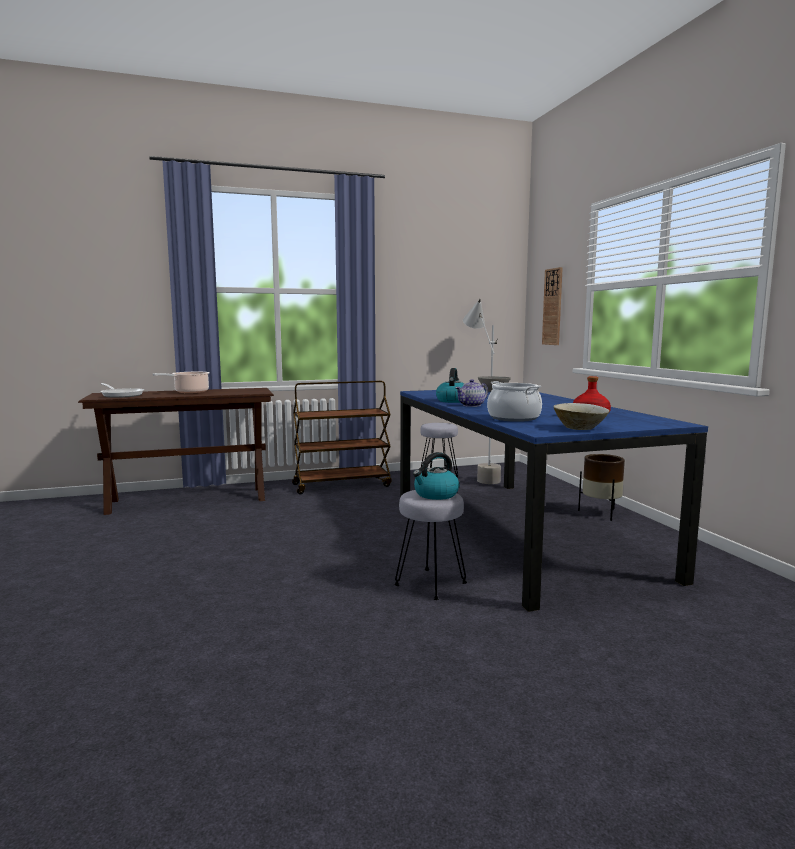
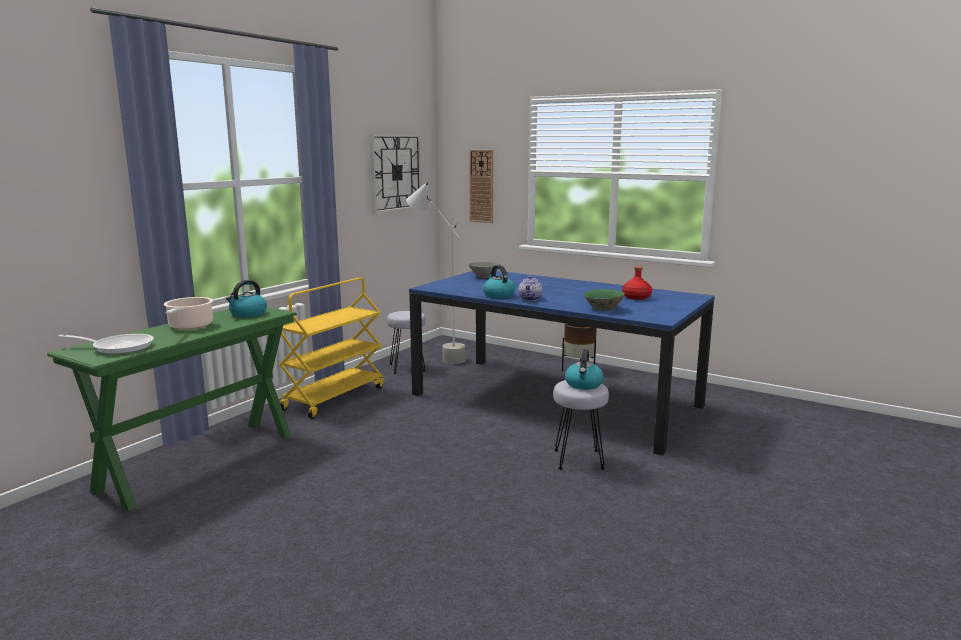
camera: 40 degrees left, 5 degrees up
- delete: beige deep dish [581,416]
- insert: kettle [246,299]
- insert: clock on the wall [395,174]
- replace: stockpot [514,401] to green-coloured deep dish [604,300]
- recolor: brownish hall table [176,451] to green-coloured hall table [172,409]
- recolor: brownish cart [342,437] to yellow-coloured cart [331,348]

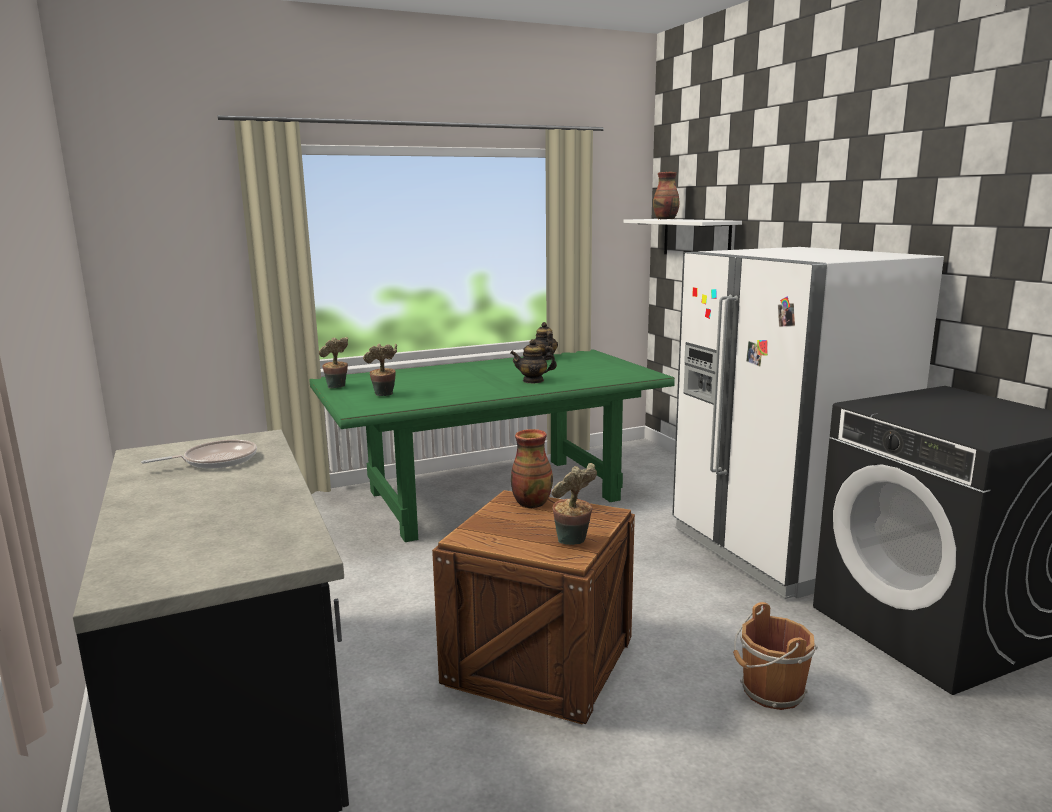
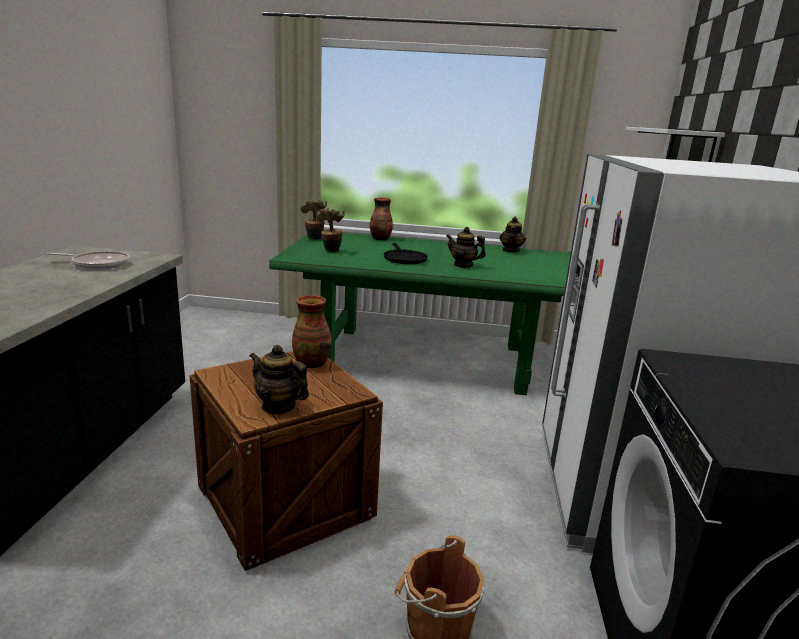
camera: 30 degrees right, 5 degrees up
- insert: black frying pan [406,253]
- move: vase [666,195] to [381,219]
- replace: houseplant [574,504] to tea pot [279,380]

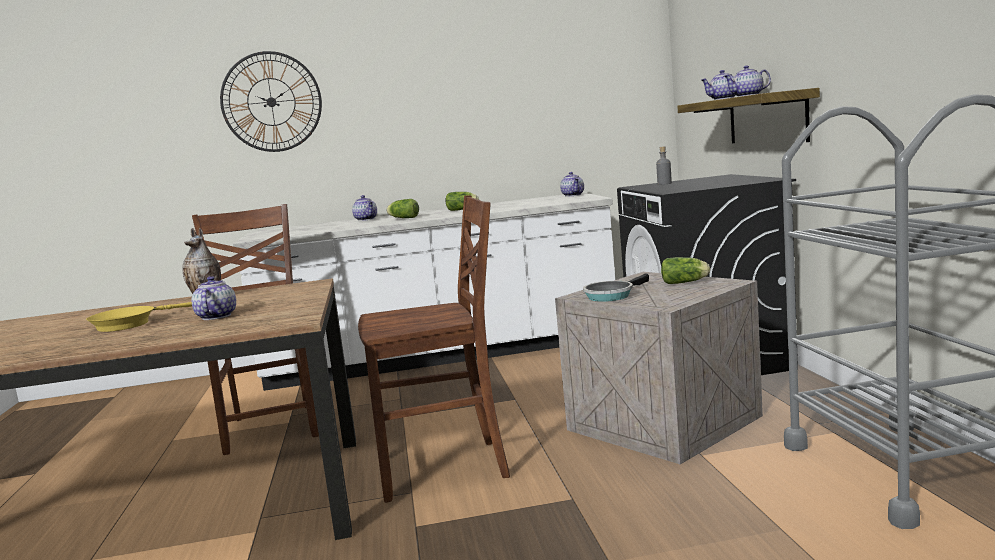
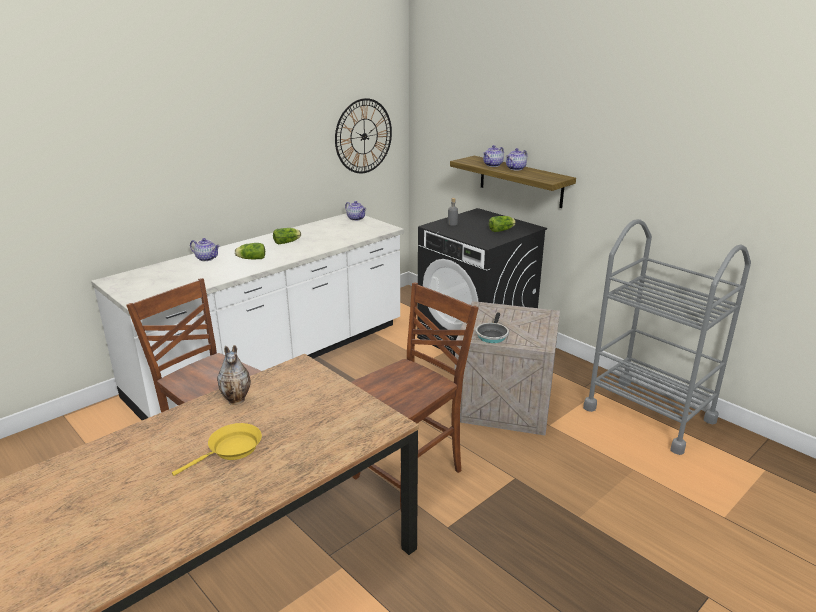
camera: 35 degrees left, 15 degrees up
- delete: tea pot [213,298]
- move: clock on the wall [271,101] to [363,135]
- move: lettuce head [685,270] to [502,224]
- rotate: yellow-coloured frying pan [139,317] = [217,449] 135 degrees counterclockwise

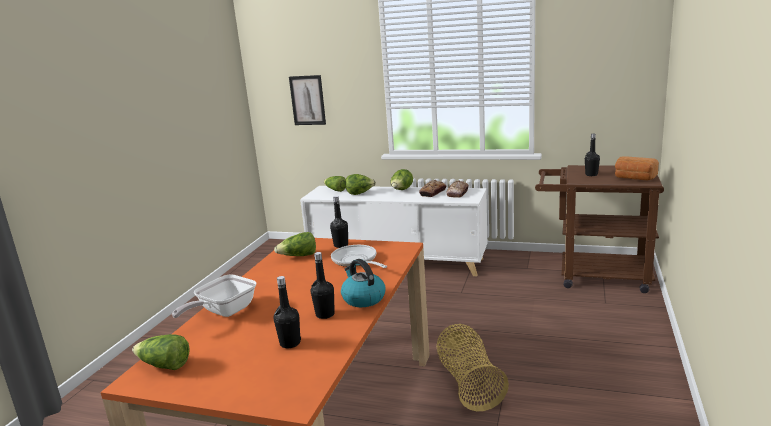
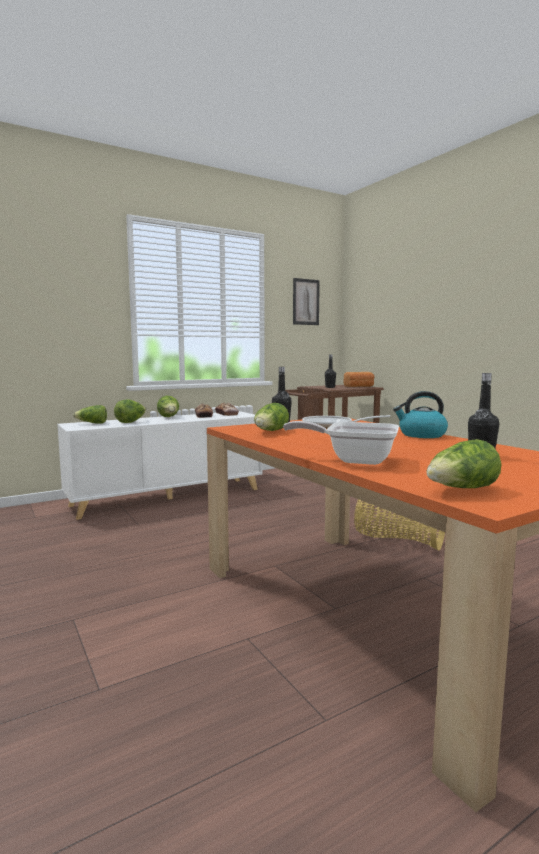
camera: 50 degrees left, 10 degrees down
- delete: black drink bottle [323,285]
- move: wall picture [307,100] to [306,301]
- rotate: frying pan [214,296] = [341,443] 120 degrees clockwise

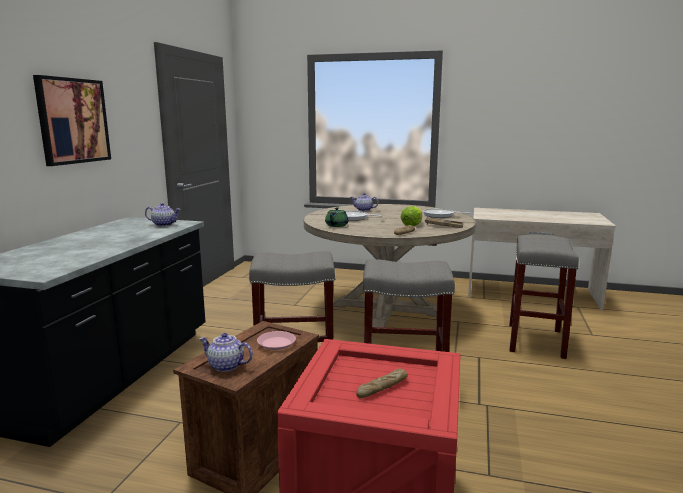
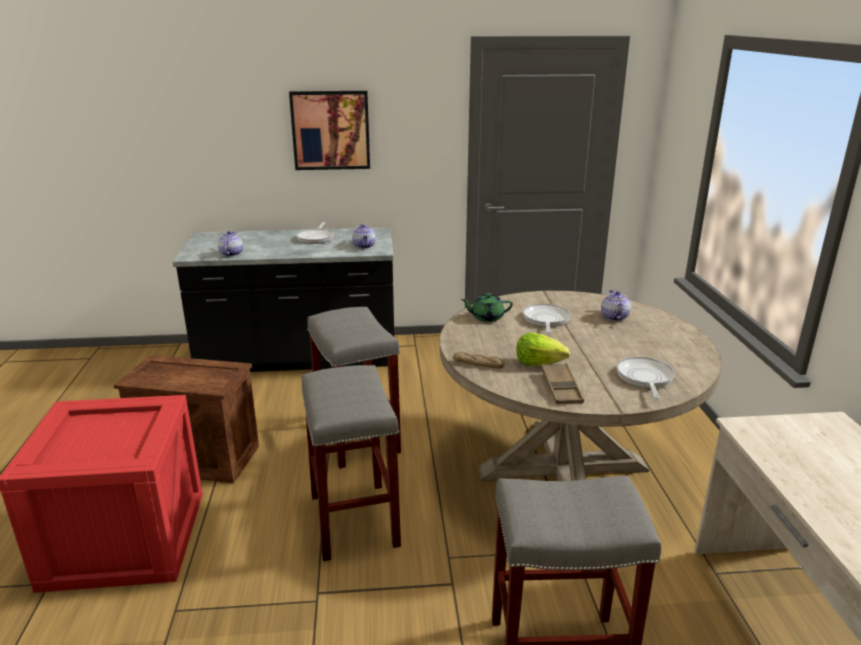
camera: 70 degrees right, 10 degrees up
- delete: pink-coloured dinner plate [276,340]
- delete: bakery bread [382,383]
- insert: frying pan [315,233]
- move: tea pot [226,352] to [230,244]

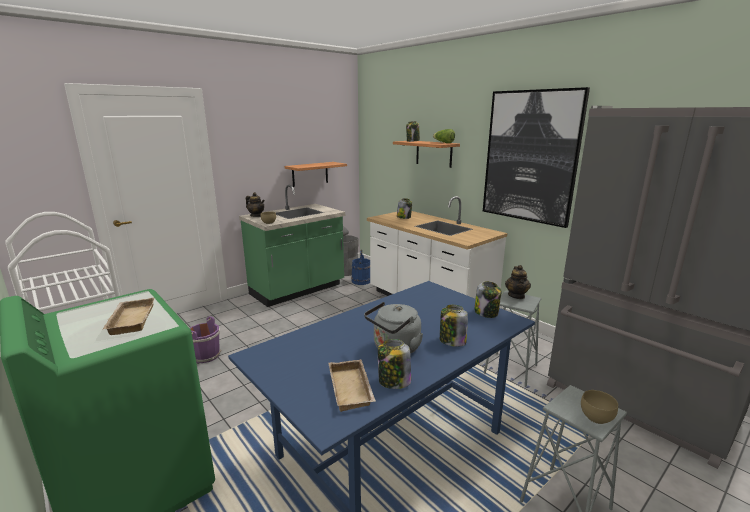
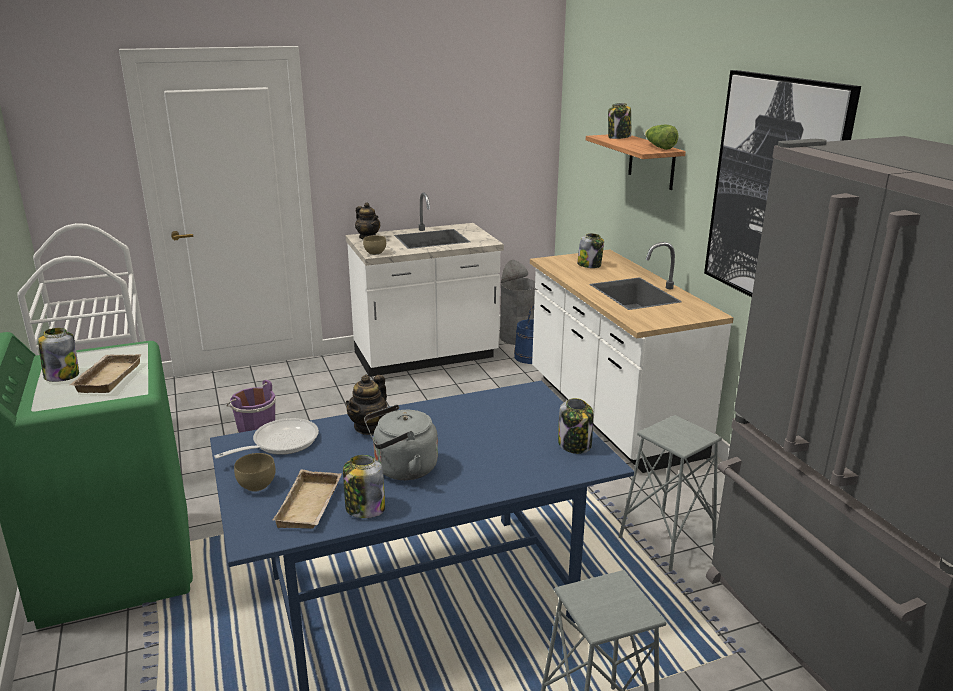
camera: 20 degrees right, 5 degrees up
- delete: bracket shelf [316,174]
- insert: frying pan [266,438]
- move: storage jar [454,326] to [58,355]
- move: tea pot [518,282] to [367,404]
- move: brownish deep dish [599,407] to [255,472]
- recolor: green-coloured kitchen base unit [292,246] to white-coloured kitchen base unit [425,284]

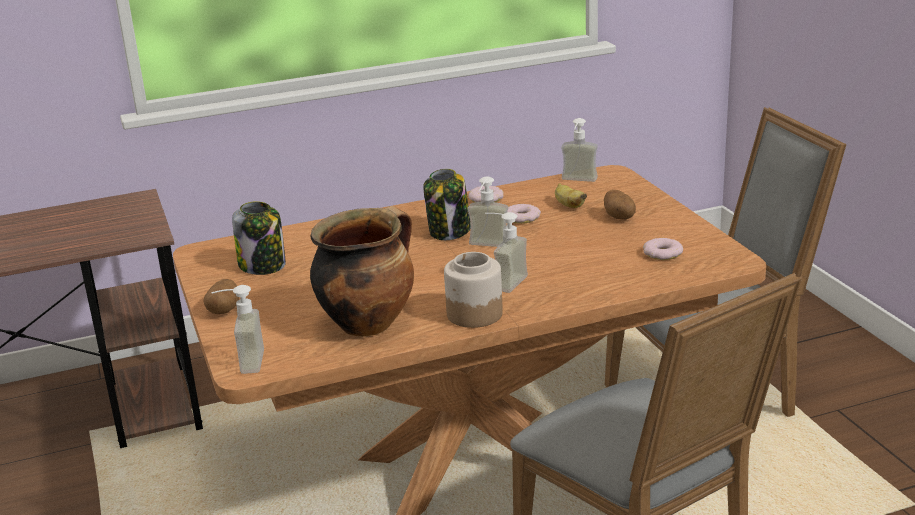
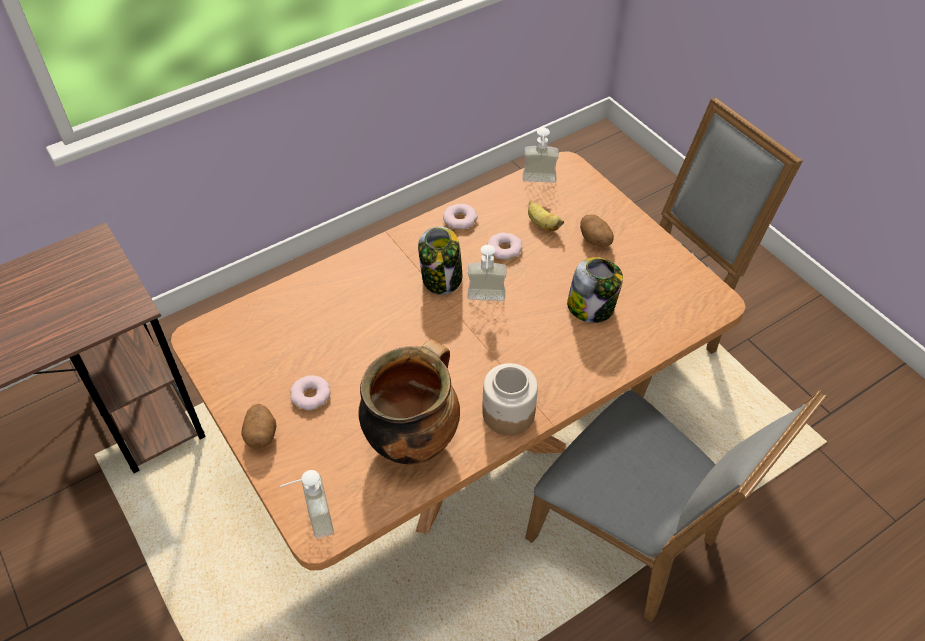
camera: 15 degrees left, 25 degrees up
- delete: liquid soap bottle [506,252]
- move: storage jar [259,238] to [595,290]
- move: donut [663,249] to [310,392]

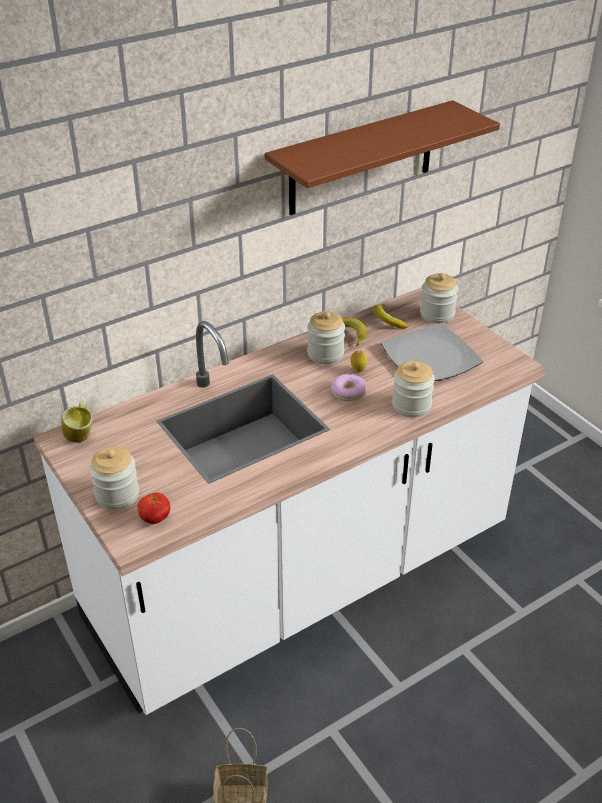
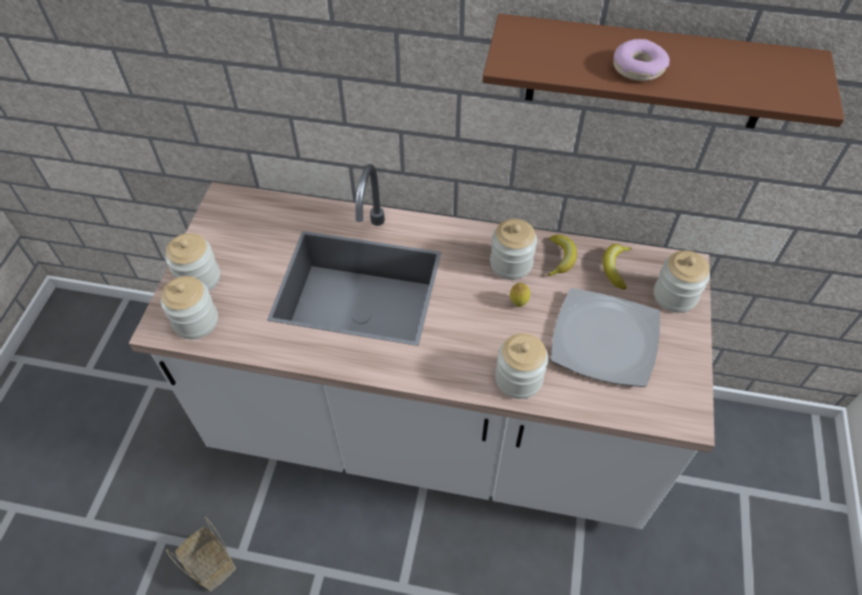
camera: 45 degrees right, 15 degrees up
- delete: coffee mug [76,421]
- move: donut [348,387] to [641,60]
- replace: whole tomato [153,508] to storage jar [189,307]

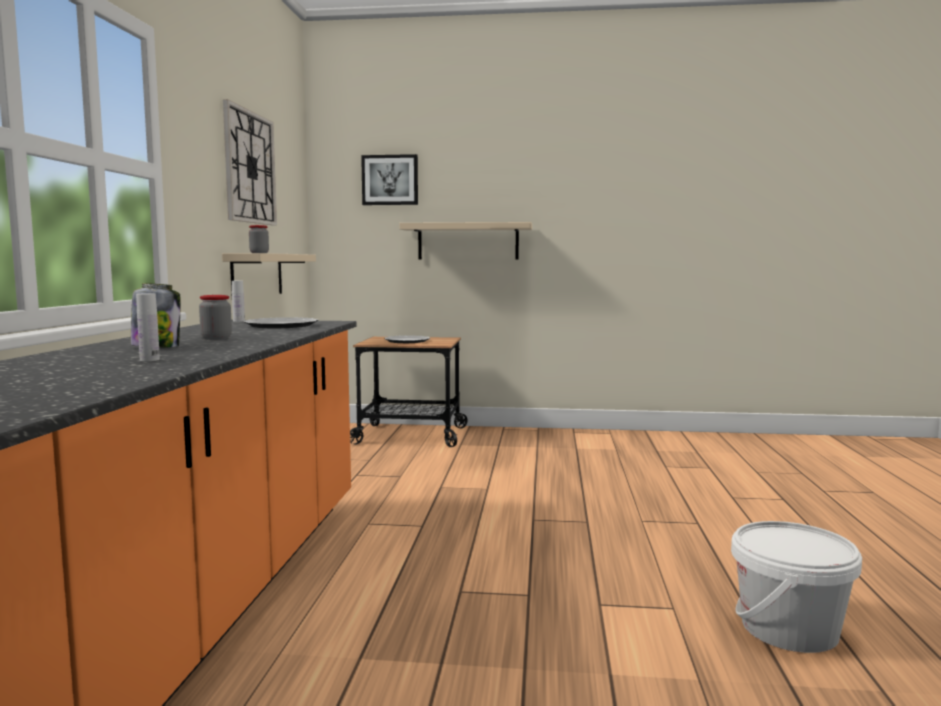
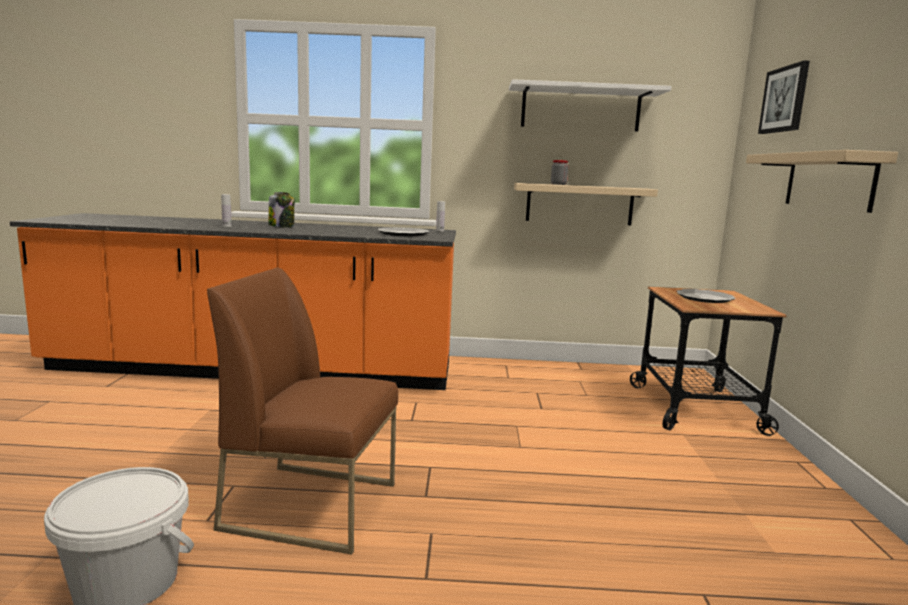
camera: 85 degrees right, 5 degrees up
- delete: storage jar [215,317]
- insert: brownish plain chair [302,411]
- replace: clock on the wall [250,162] to white-coloured bracket shelf [590,105]

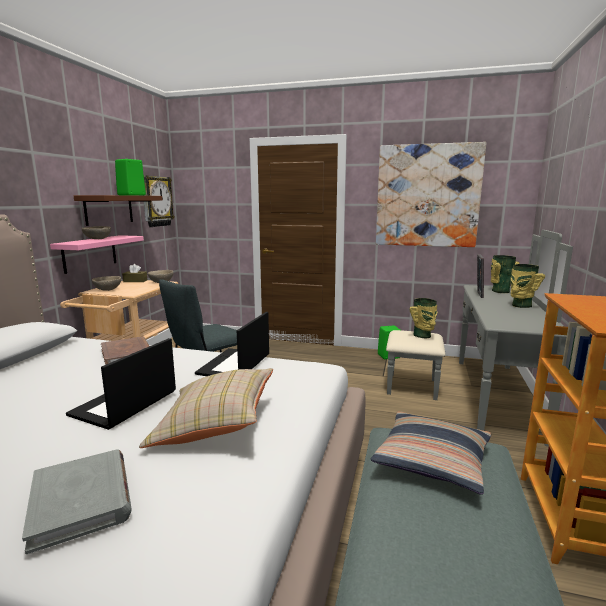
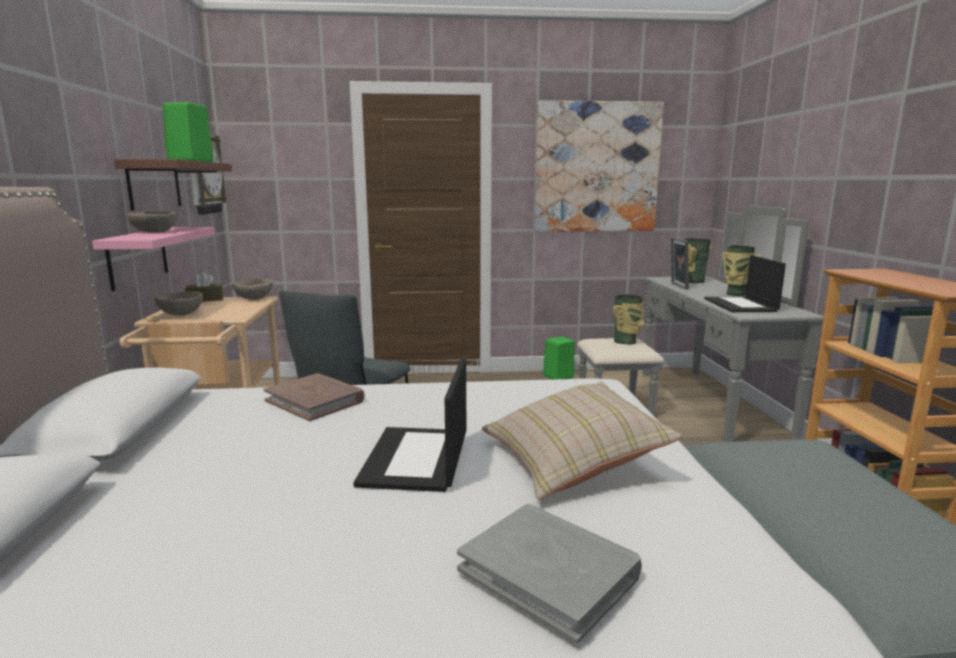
camera: 20 degrees left, 0 degrees up
- delete: cushion [431,453]
- move: laptop [232,344] to [745,283]

